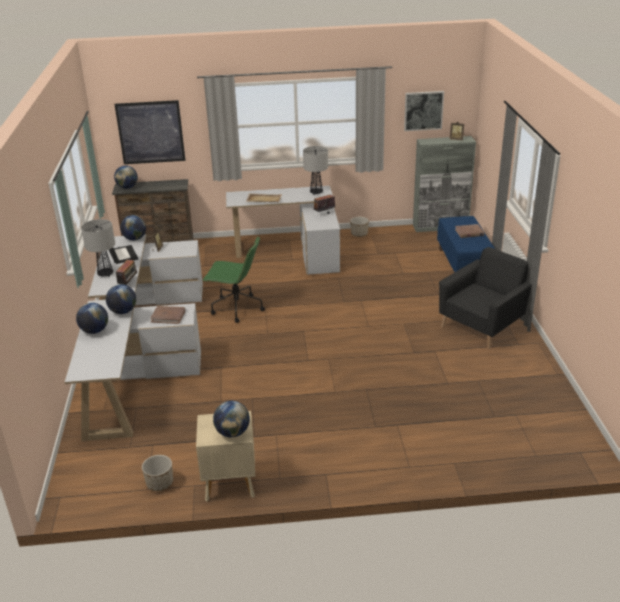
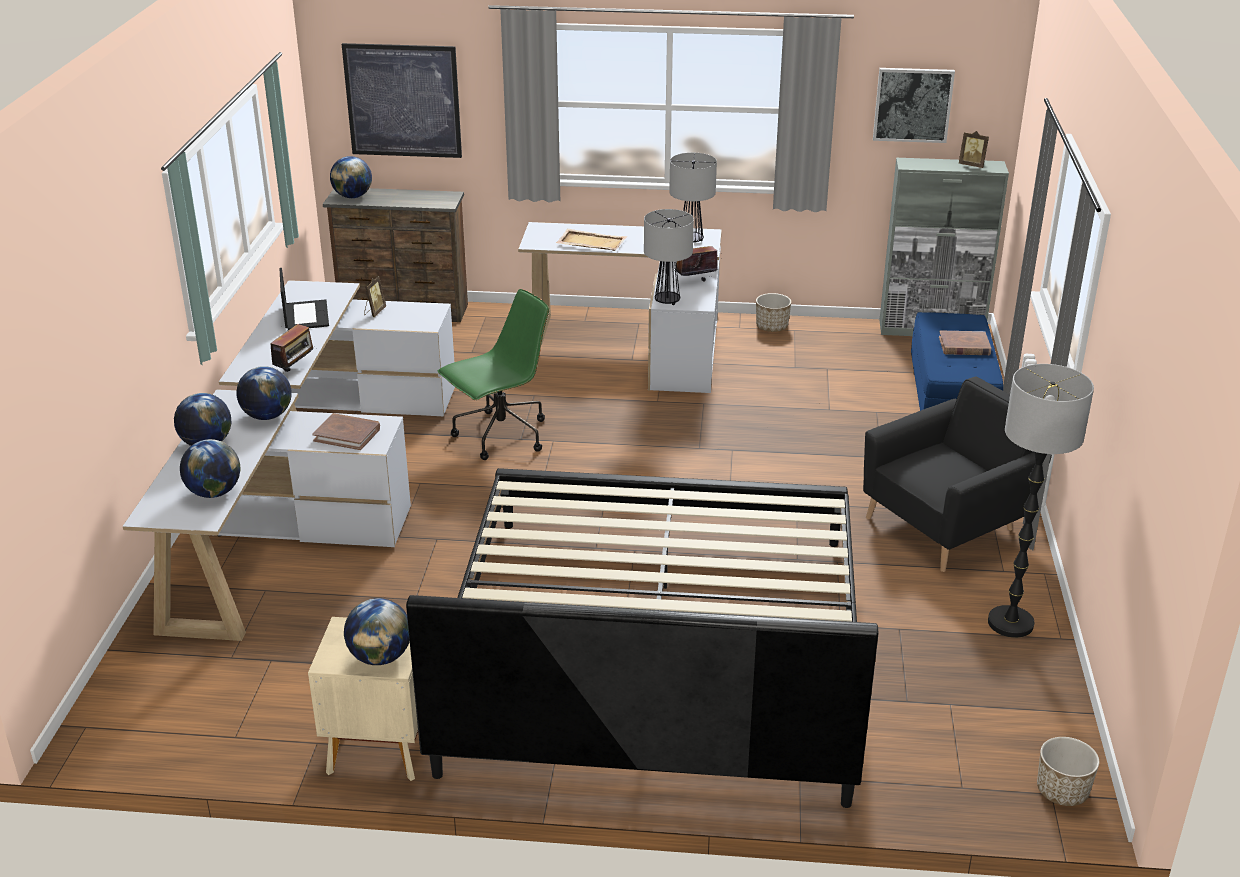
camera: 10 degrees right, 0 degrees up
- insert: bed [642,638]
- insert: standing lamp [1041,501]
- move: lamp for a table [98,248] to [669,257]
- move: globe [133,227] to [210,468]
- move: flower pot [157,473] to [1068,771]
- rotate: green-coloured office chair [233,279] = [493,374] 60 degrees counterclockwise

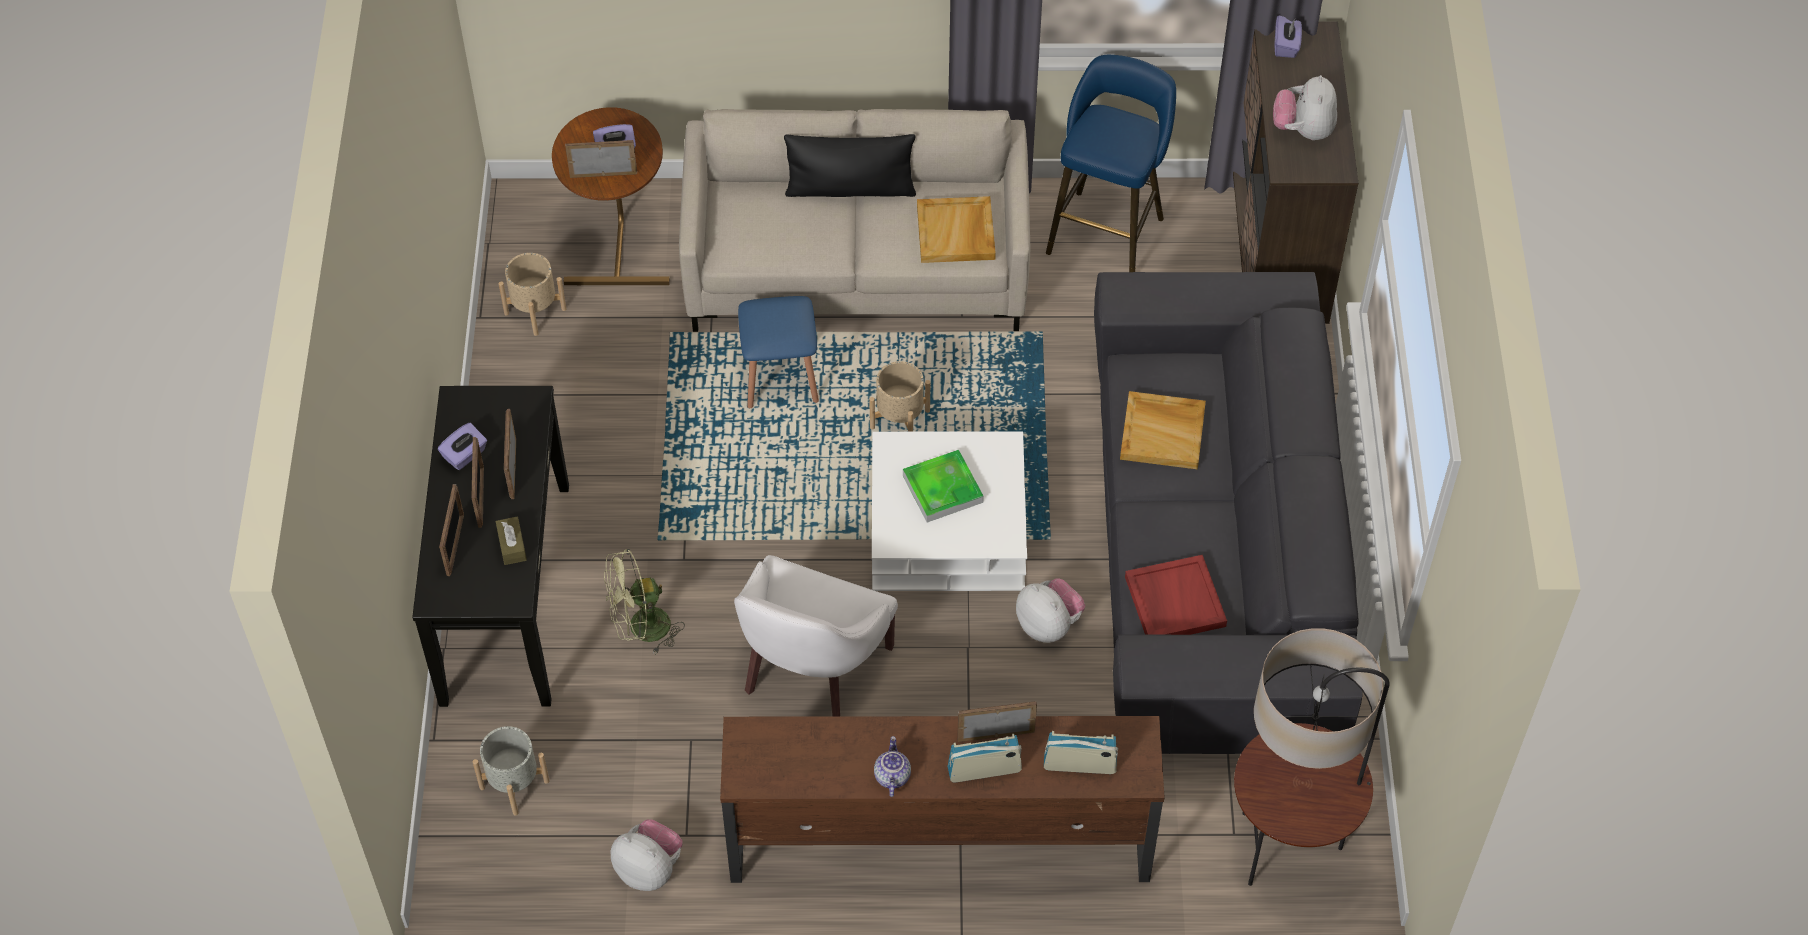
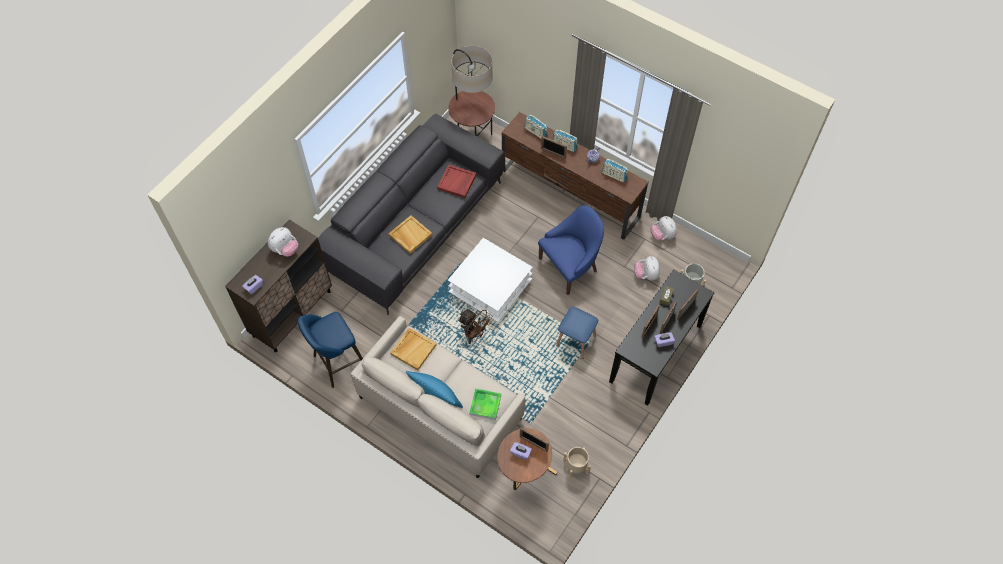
camera: 145 degrees left, 5 degrees up
- delete: green-coloured fan [644,602]
- insert: radio [615,170]
- move: bluish stool [778,352] to [577,333]
- move: carrying tray [943,486] to [485,404]
- move: cuddly toy [1050,610] to [647,268]
- replace: beige flower pot [899,396] to brownish fan [475,326]
- recolor: white-coloured easy chair [816,635] to bluish easy chair [571,250]
- recolor: black cushion [850,165] to bluish cushion [434,389]

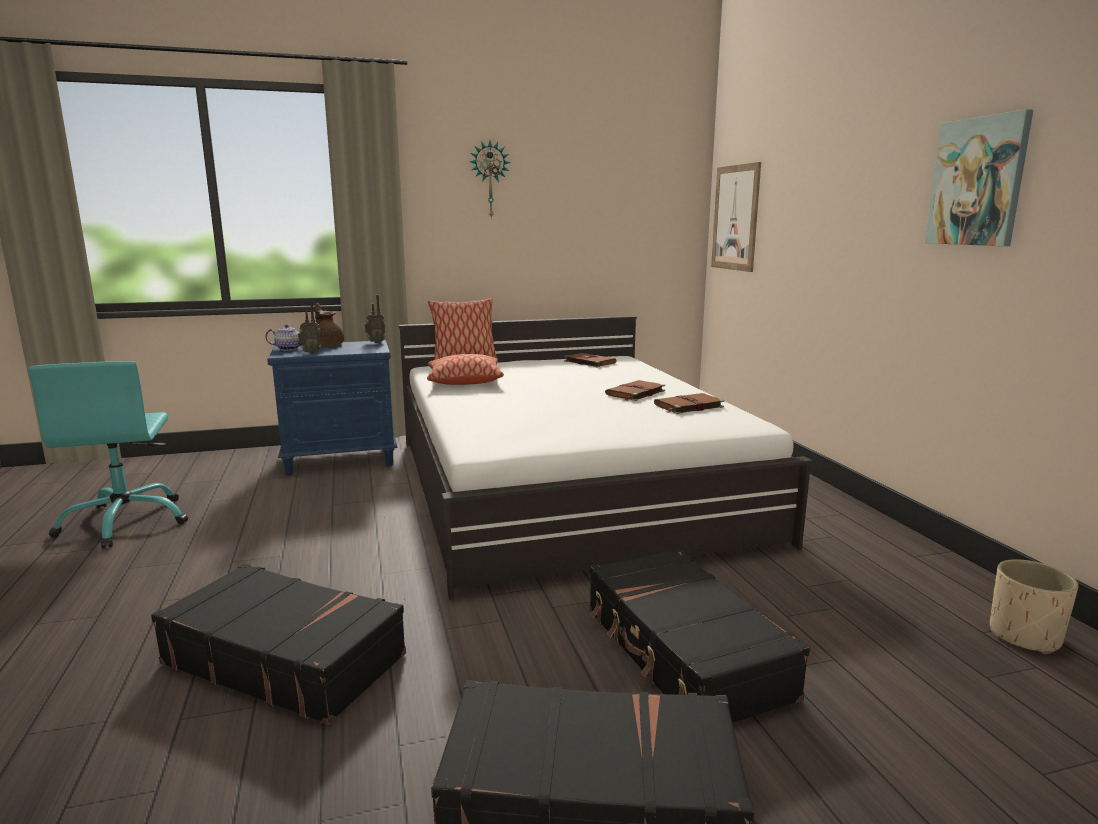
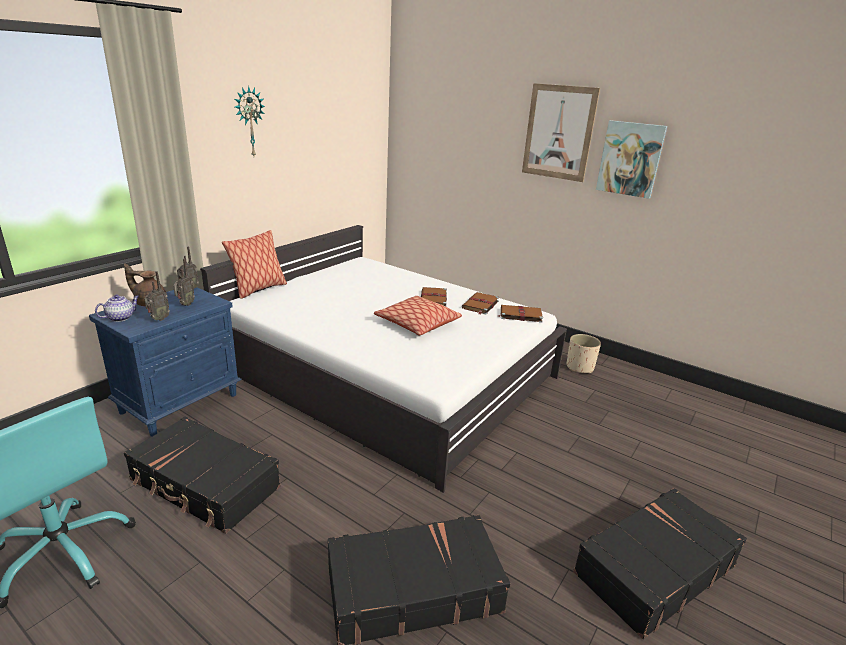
camera: 40 degrees left, 10 degrees up
- insert: radio [184,282]
- move: cushion [465,369] to [418,315]
- move: brownish volume [590,360] to [520,314]
- move: black suitcase [699,635] to [202,475]
- move: wall picture [736,217] to [561,132]
- move: beige flower pot [1034,606] to [584,353]

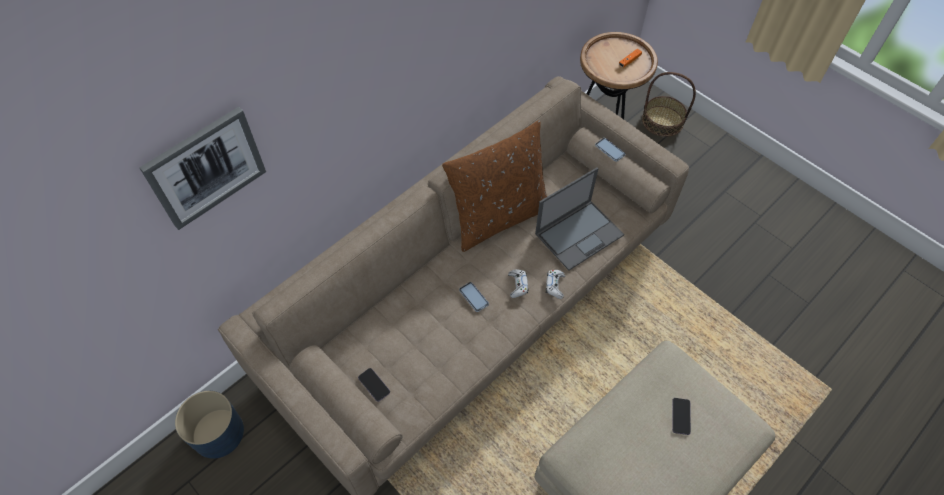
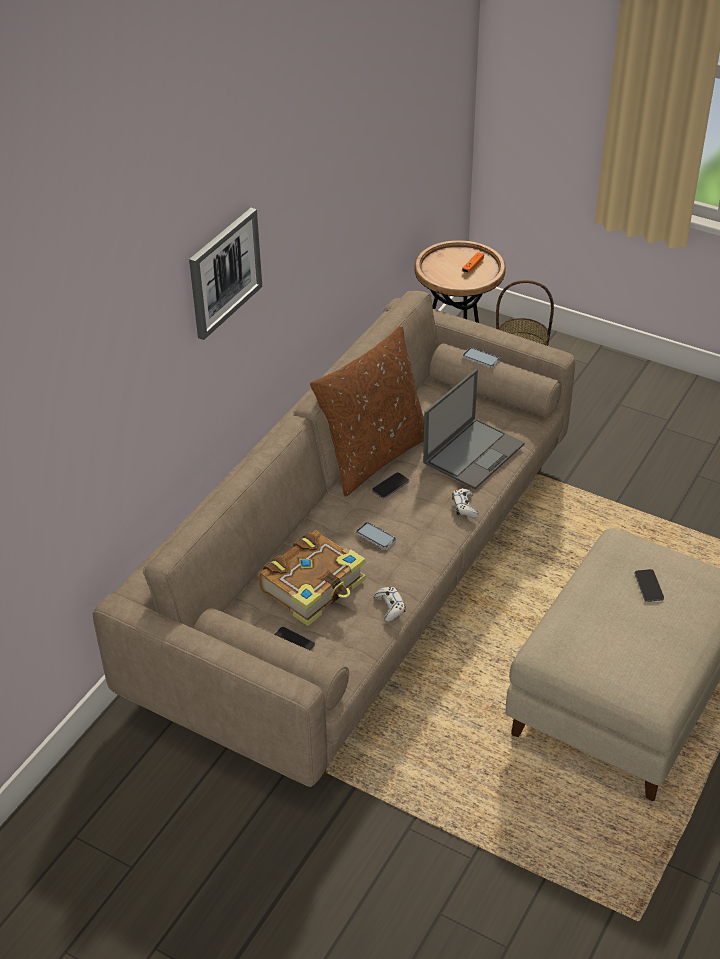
camera: 15 degrees left, 15 degrees down
- delete: bluish flower pot [209,425]
- insert: volume [312,578]
- insert: handset [390,485]
- move: wall picture [202,168] to [225,274]
- move: white-coloured game controller [518,283] to [390,604]

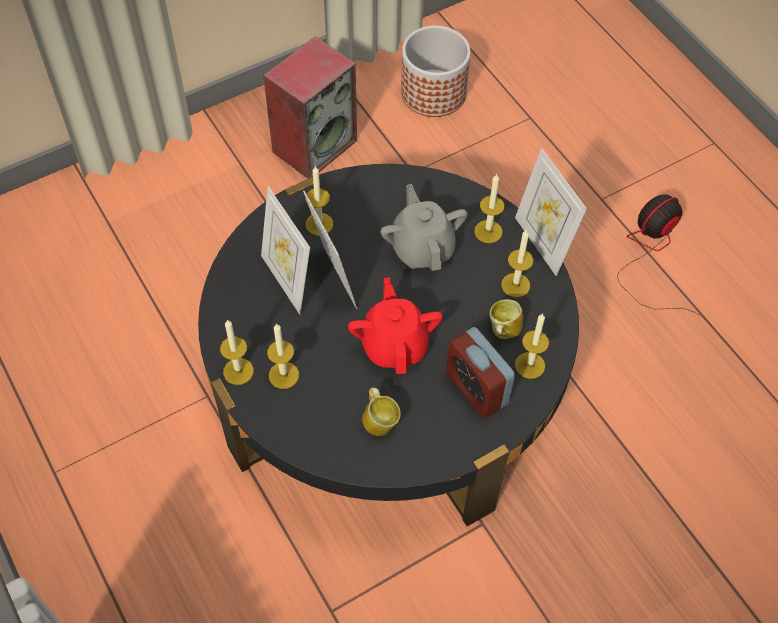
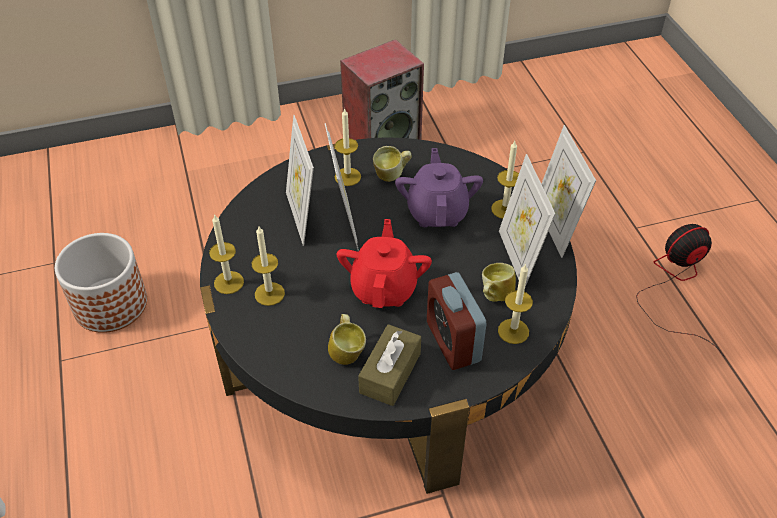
camera: 15 degrees right, 10 degrees down
- insert: brownish box of tissues [389,365]
- insert: coffee mug [392,164]
- move: flower pot [436,71] to [101,283]
- replace: wax candle [517,264] to picture frame [527,220]
- recolor: greyish tea pot [424,227] to purplish tea pot [439,187]

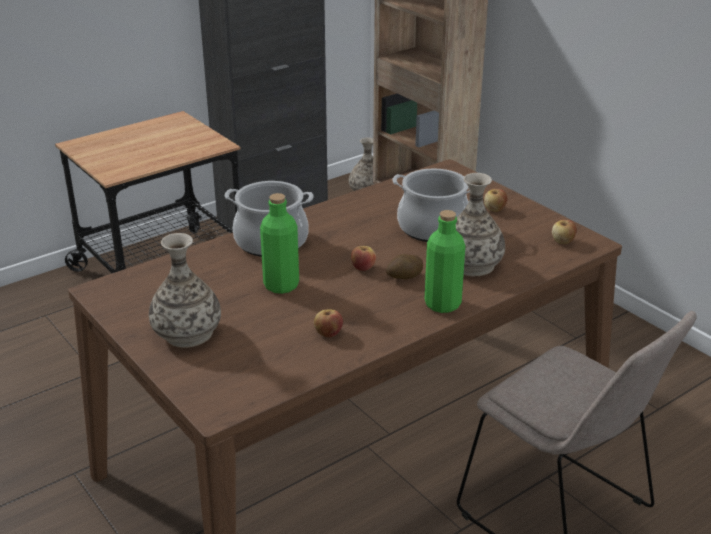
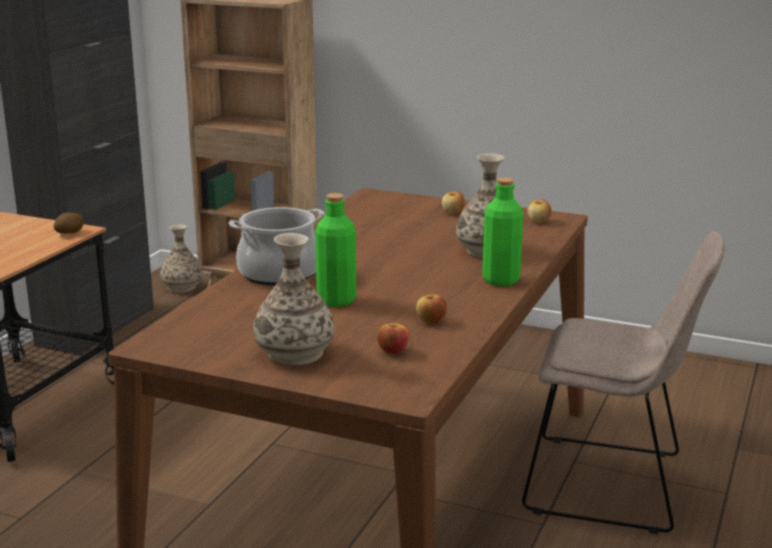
camera: 30 degrees left, 10 degrees down
- delete: stockpot [431,205]
- move: apple fruit [363,258] to [393,339]
- move: spud [404,267] to [69,222]

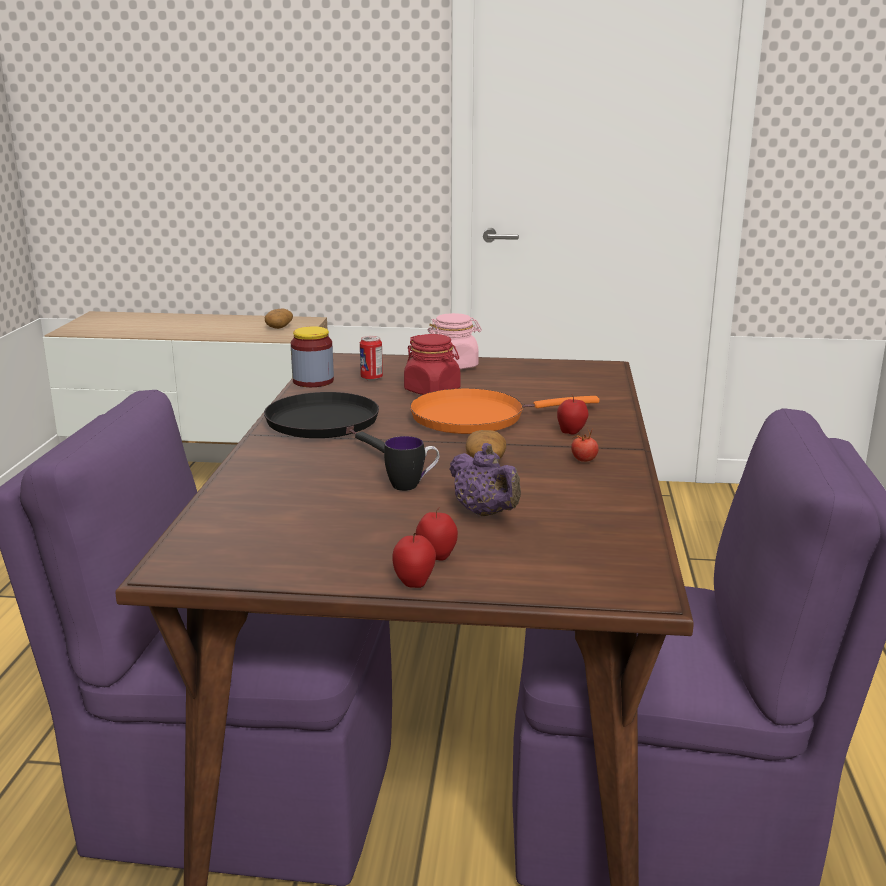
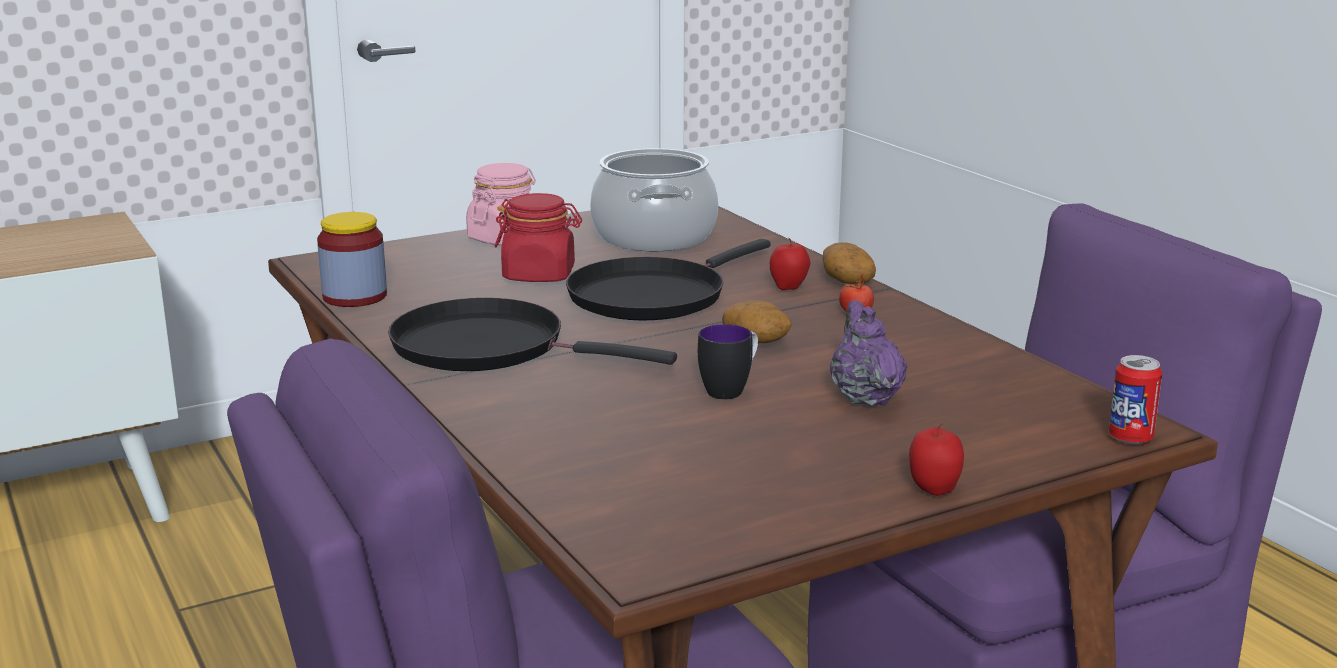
camera: 35 degrees left, 0 degrees up
- delete: apple fruit [437,534]
- insert: stockpot [654,199]
- move: spud [279,318] to [849,263]
- move: sealed can [371,358] to [1135,400]
- recolor: orange-coloured frying pan [504,411] to black frying pan [668,279]
- rotate: purplish tea pot [485,479] = [868,353] 120 degrees counterclockwise

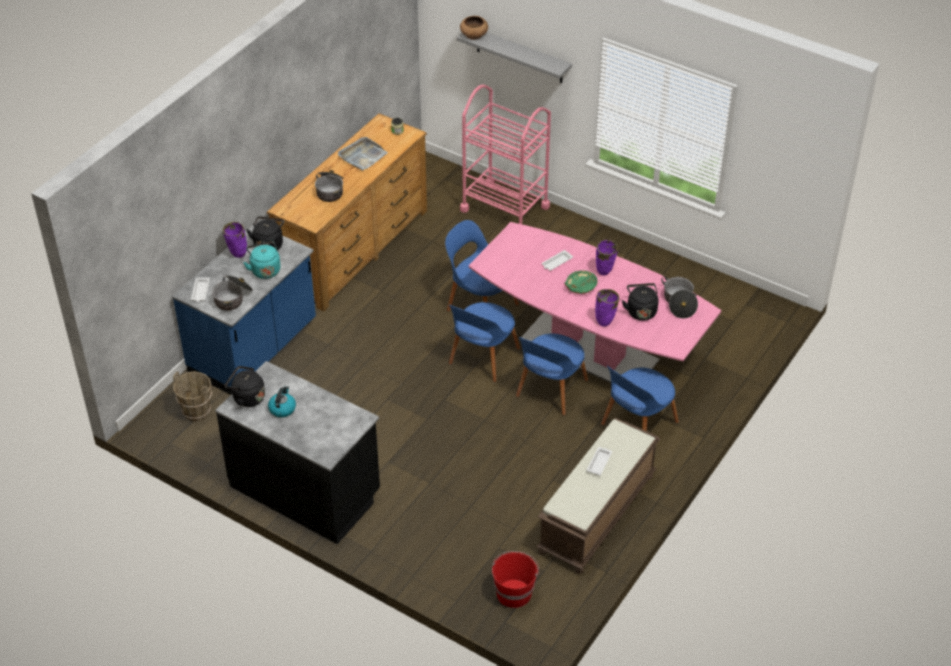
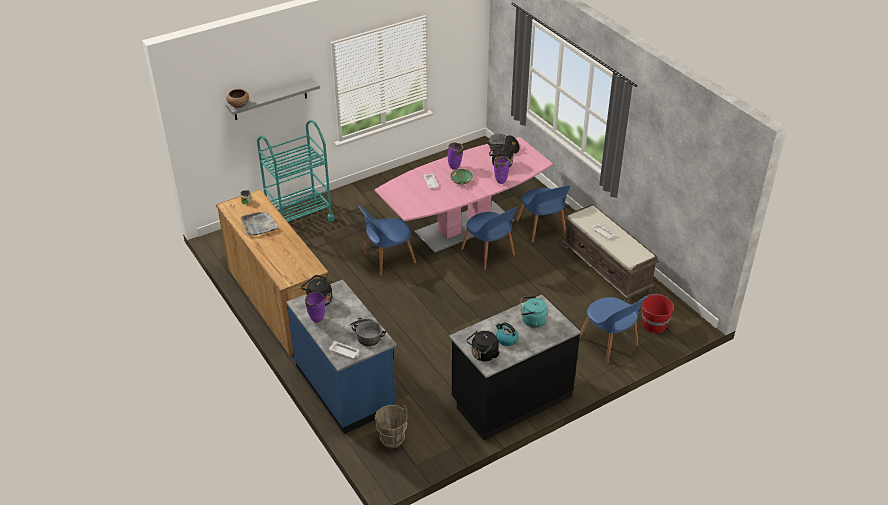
camera: 65 degrees left, 5 degrees down
- delete: stockpot [329,186]
- move: blue-green kettle [262,260] to [534,312]
- move: bluish plain chair [484,342] to [613,329]
- recolor: pink-coloured cart [505,154] to blue-green cart [296,171]

